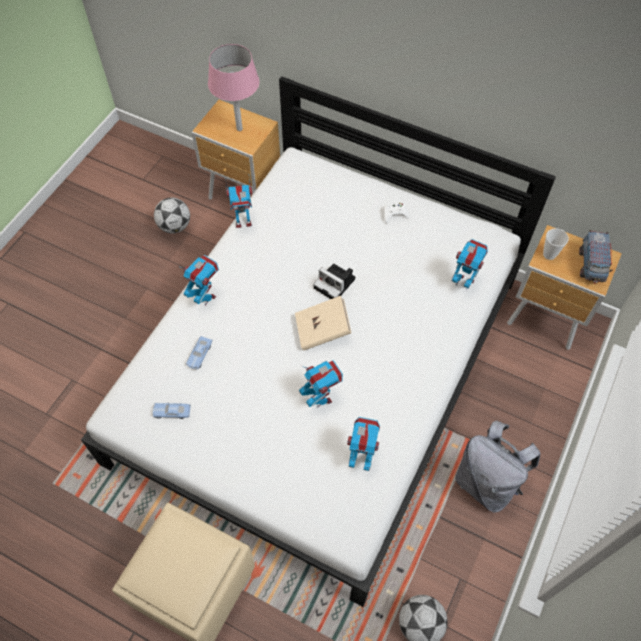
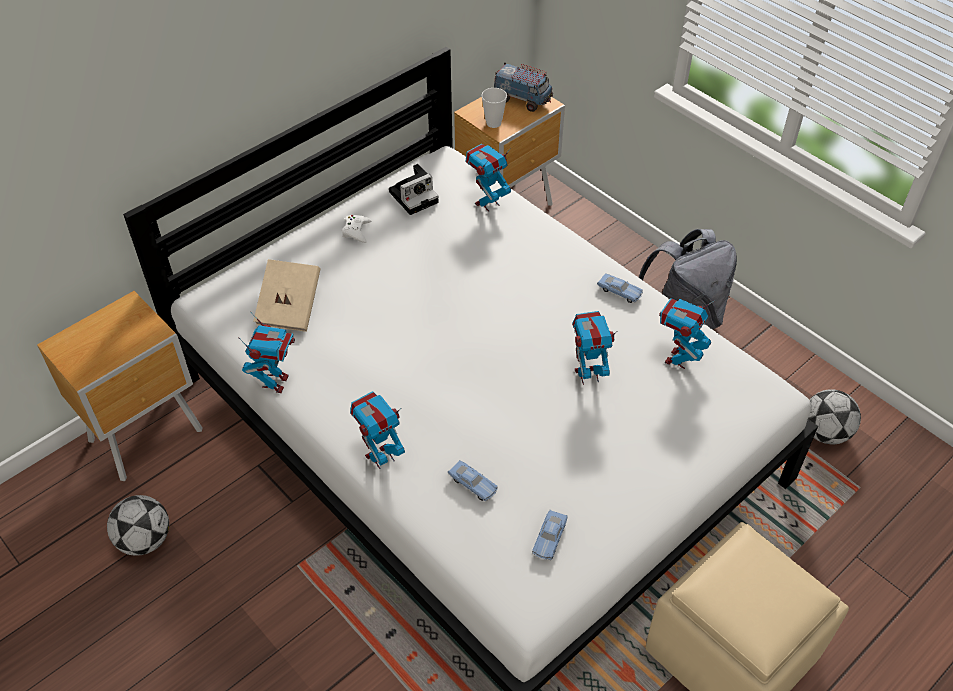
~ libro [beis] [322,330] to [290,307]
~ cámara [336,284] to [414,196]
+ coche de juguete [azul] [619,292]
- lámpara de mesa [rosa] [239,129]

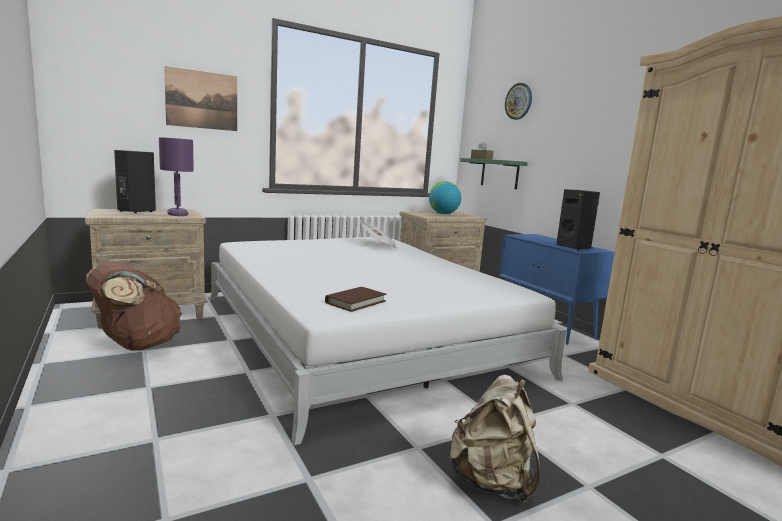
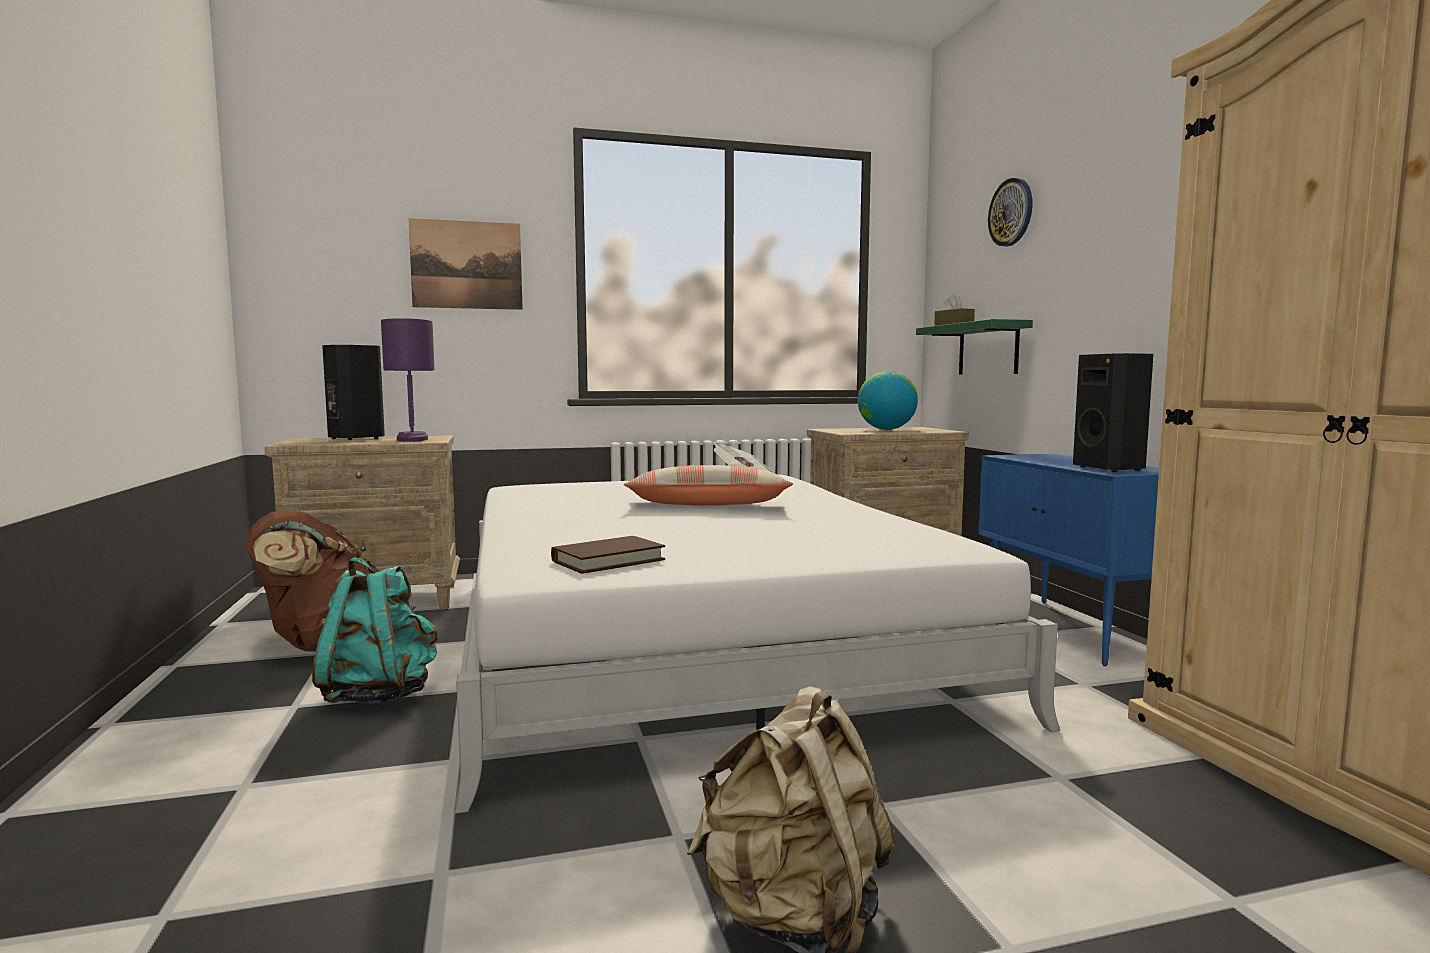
+ mochila [turquesa] [380,695]
+ cojín [708,505]

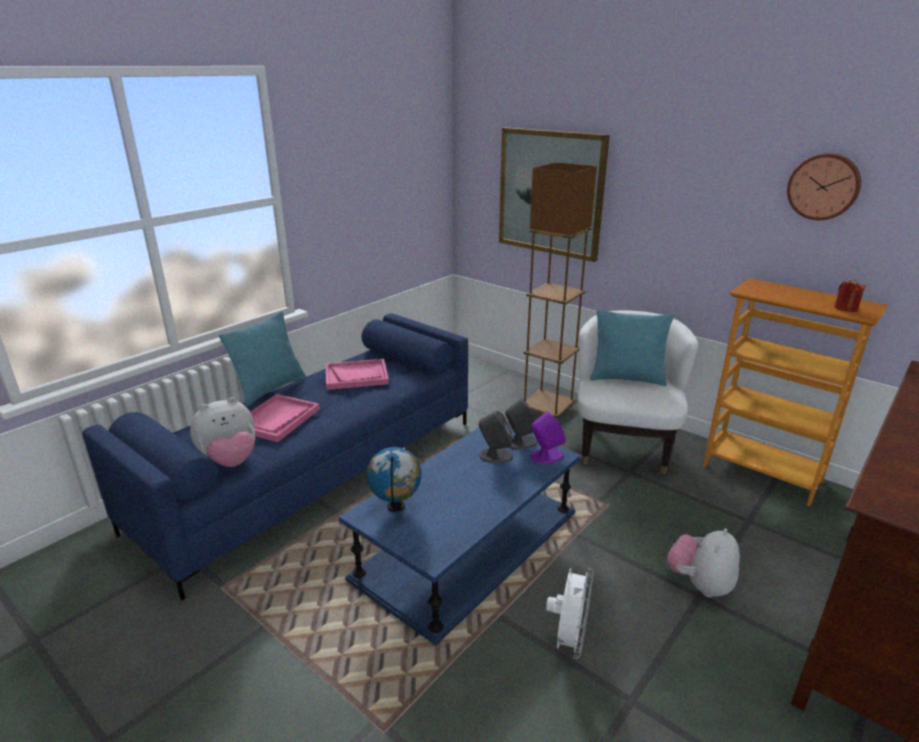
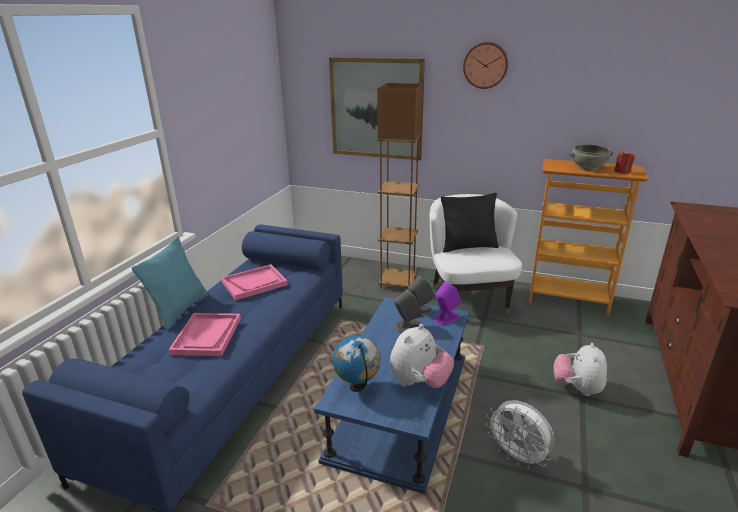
~ peluche [230,460] to [419,382]
~ cojín [turquesa] [627,378] to cojín [negro] [468,247]
~ reloj de pared [824,186] to [485,65]
~ ventilador [blanco] [568,640] = [517,456] 135 degrees clockwise
+ cuenco [gris] [588,168]

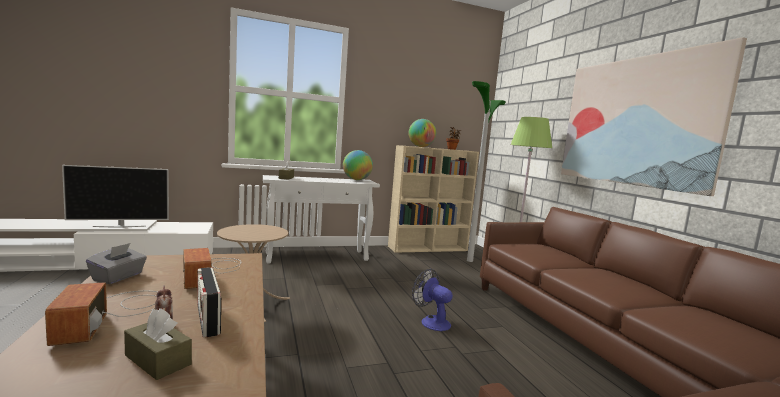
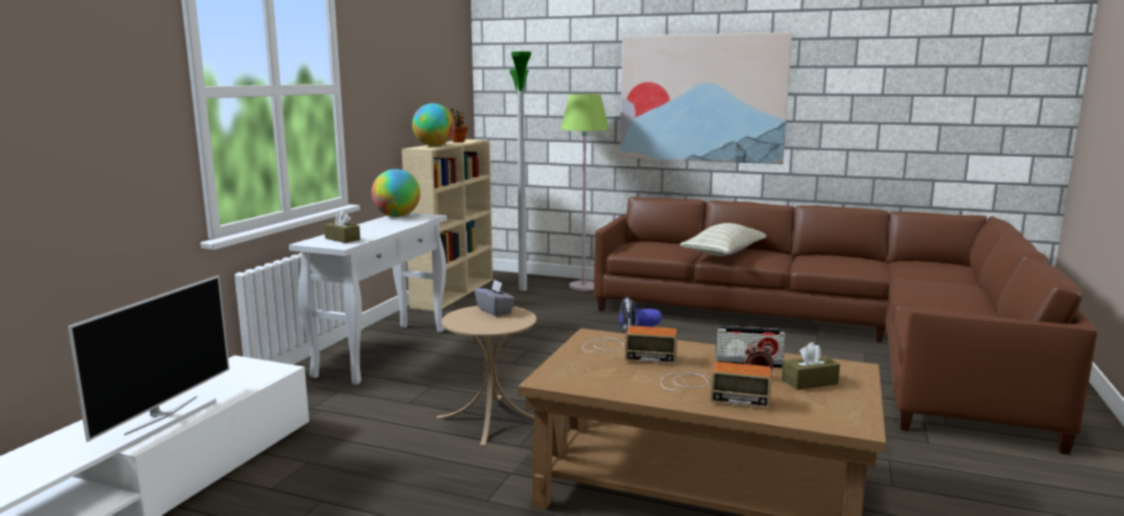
~ caja de pañuelos [gris] [118,277] to [495,311]
+ cojín [724,253]

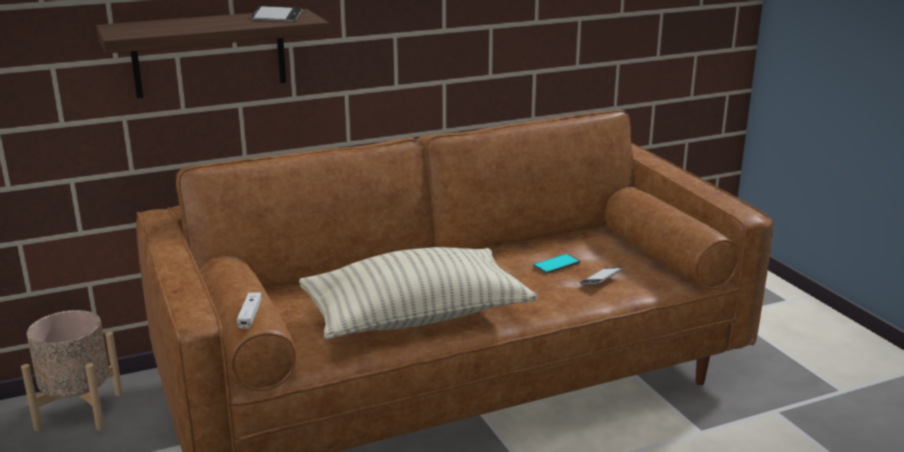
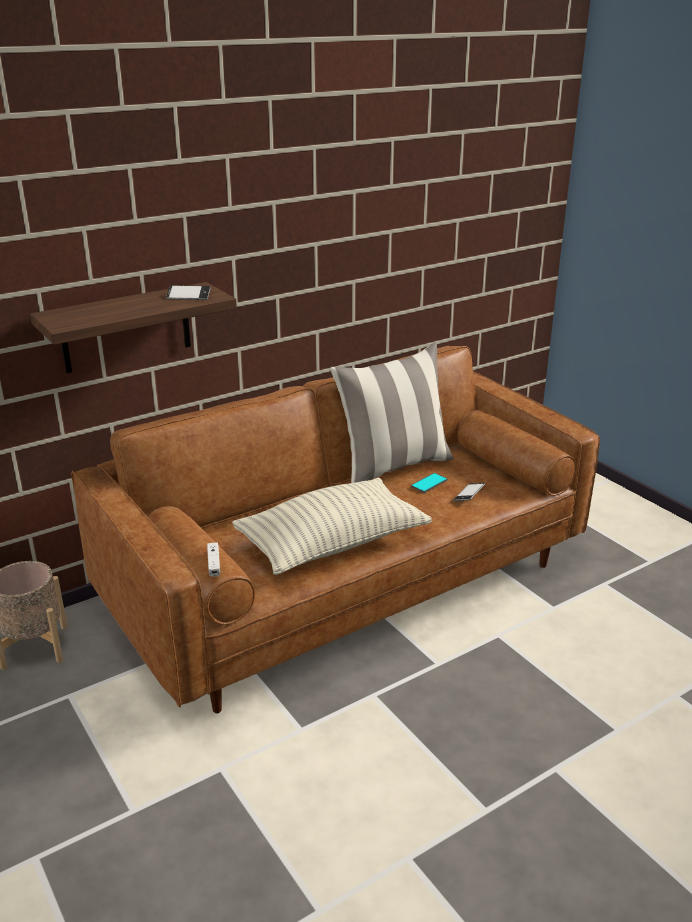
+ cojín [393,466]

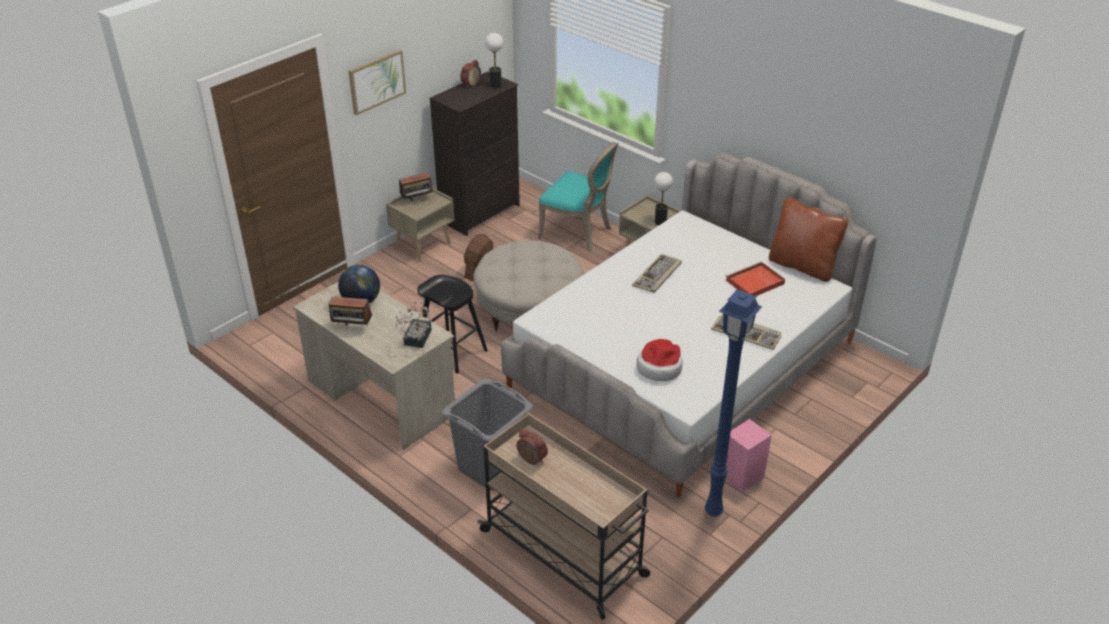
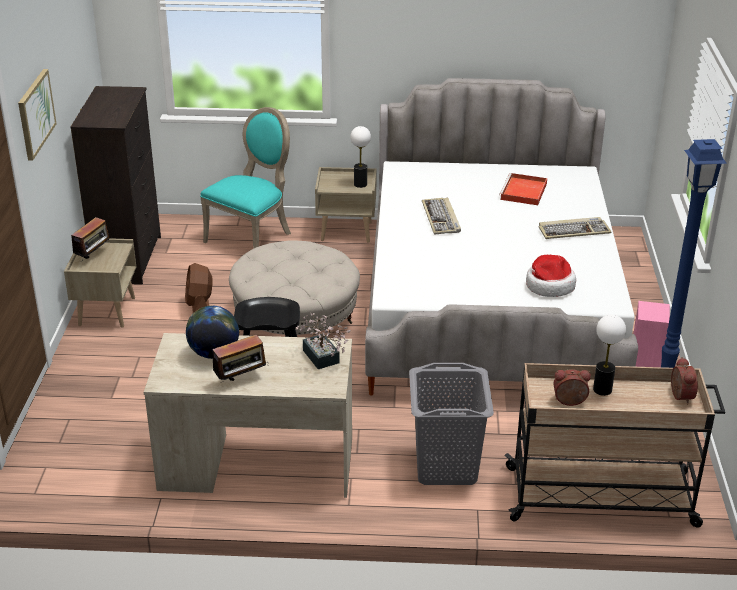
~ silla [turquesa] [578,233] = [252,237] 45 degrees counterclockwise
~ lámpara de mesa [495,85] to [602,390]
~ despertador [470,84] to [679,396]
- cojín [marrón] [802,266]

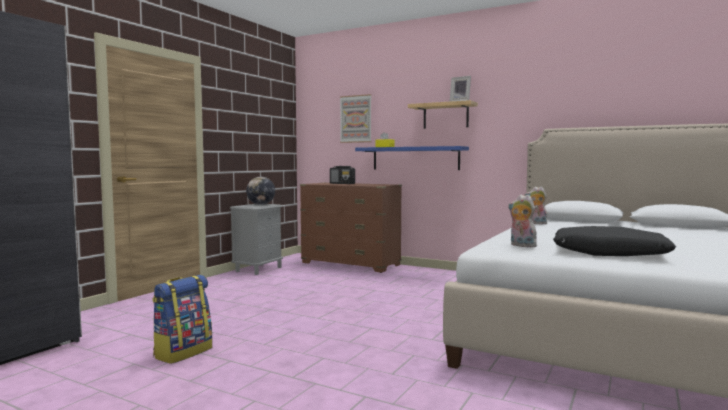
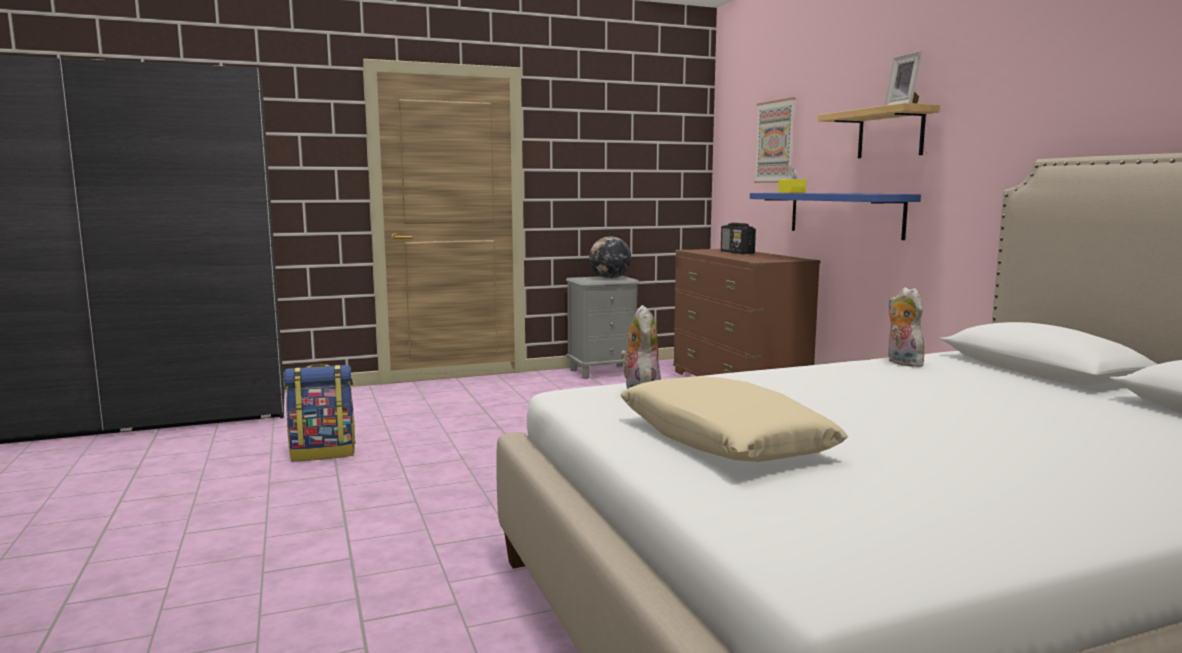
~ cojín [negro] [609,253] to cojín [beis] [723,440]

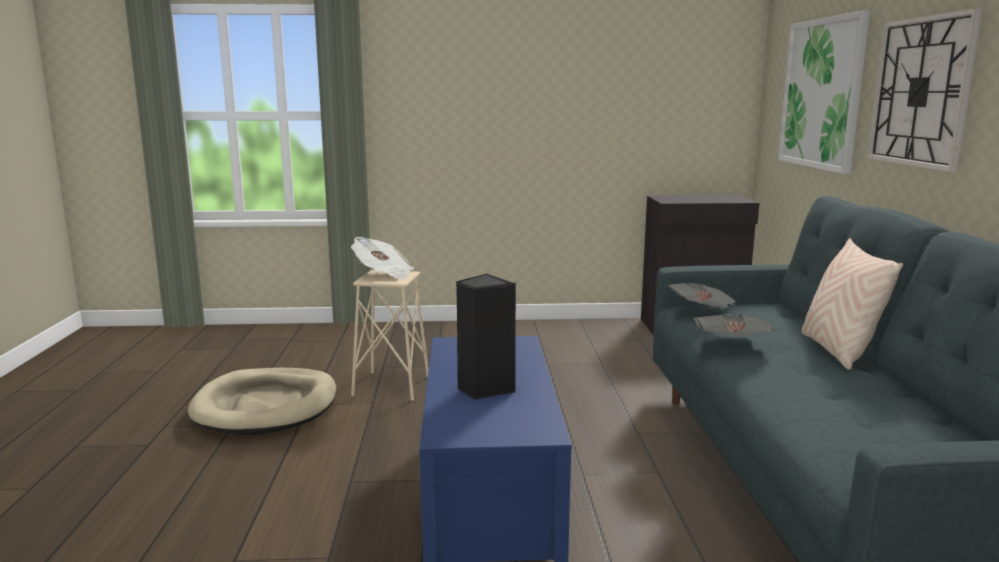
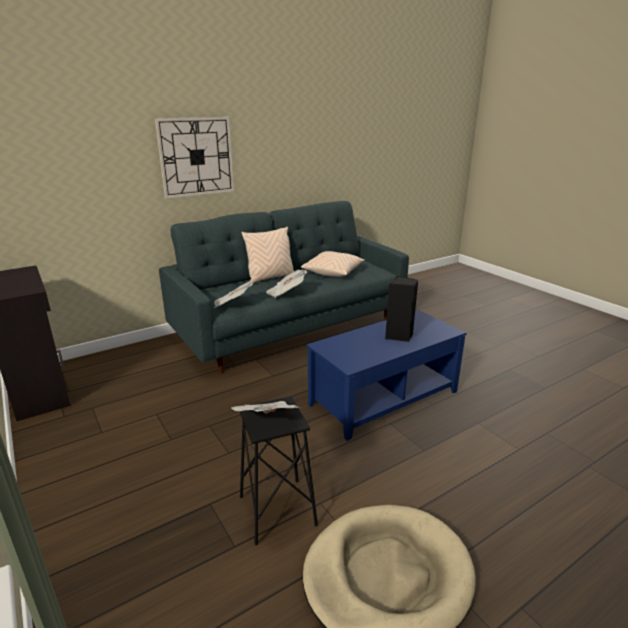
~ taburete [beis] [391,386] to taburete [negro] [278,510]
+ cojín [beis] [333,272]
- cuadro [822,94]

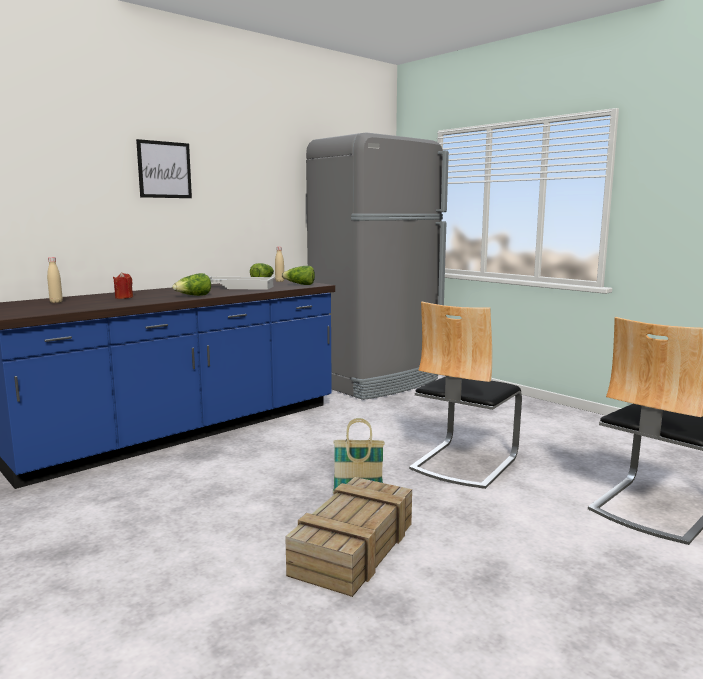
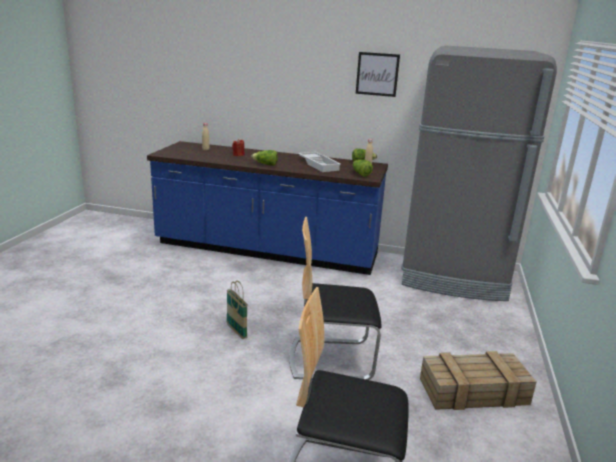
~ cuadro [164,170] to [377,74]
~ caja de embalaje [354,546] to [474,391]

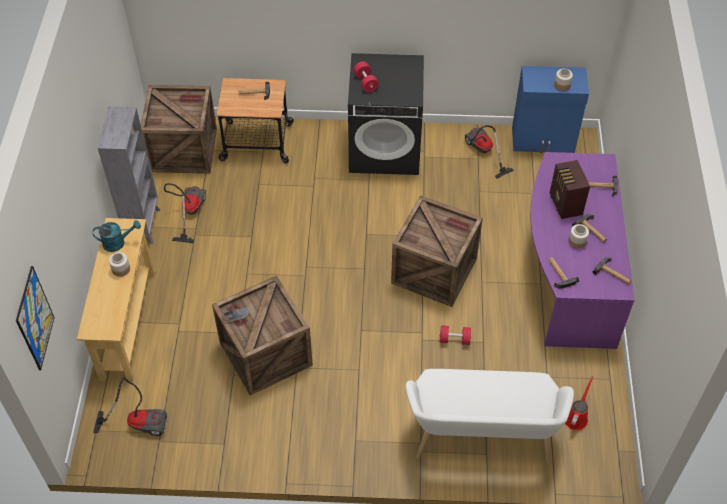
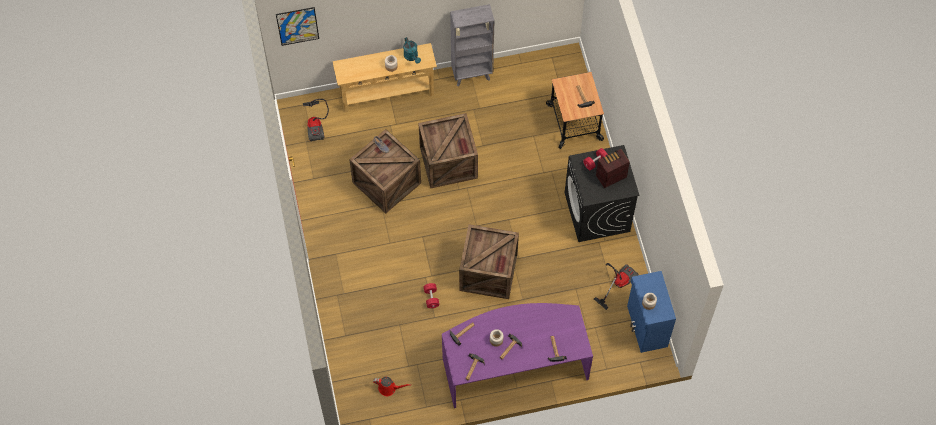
~ caja de embalaje [185,149] to [449,163]
~ radio [565,205] to [610,176]
- aspiradora [189,212]
- banco [blanco] [481,438]

